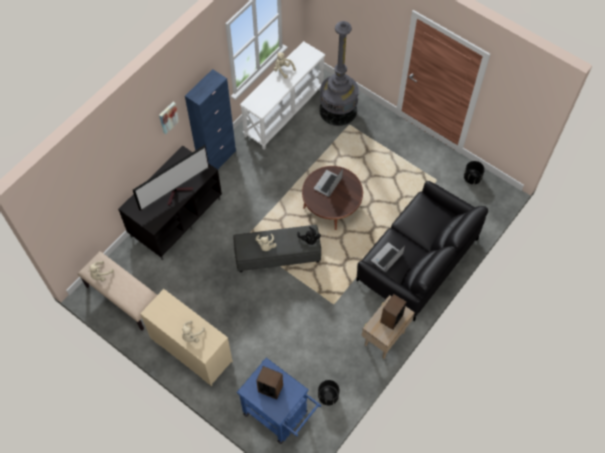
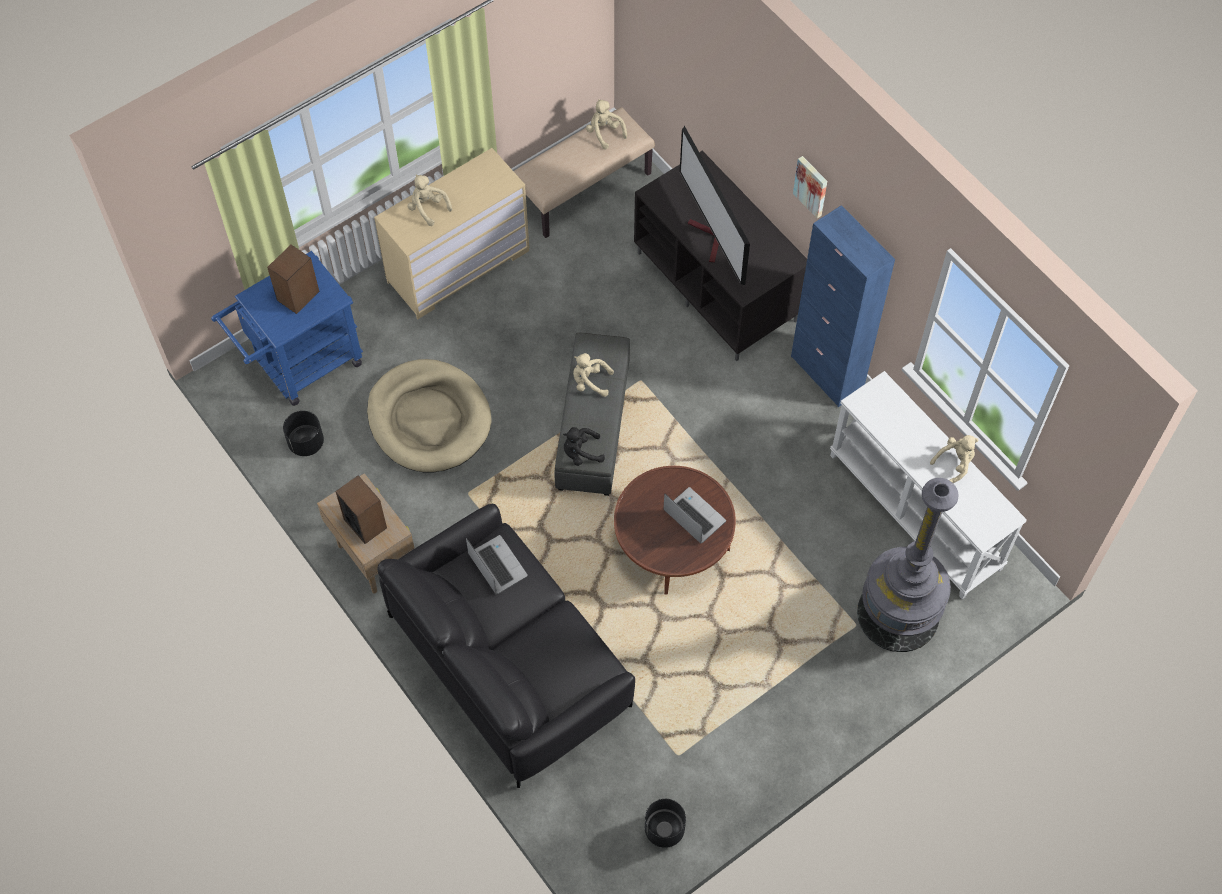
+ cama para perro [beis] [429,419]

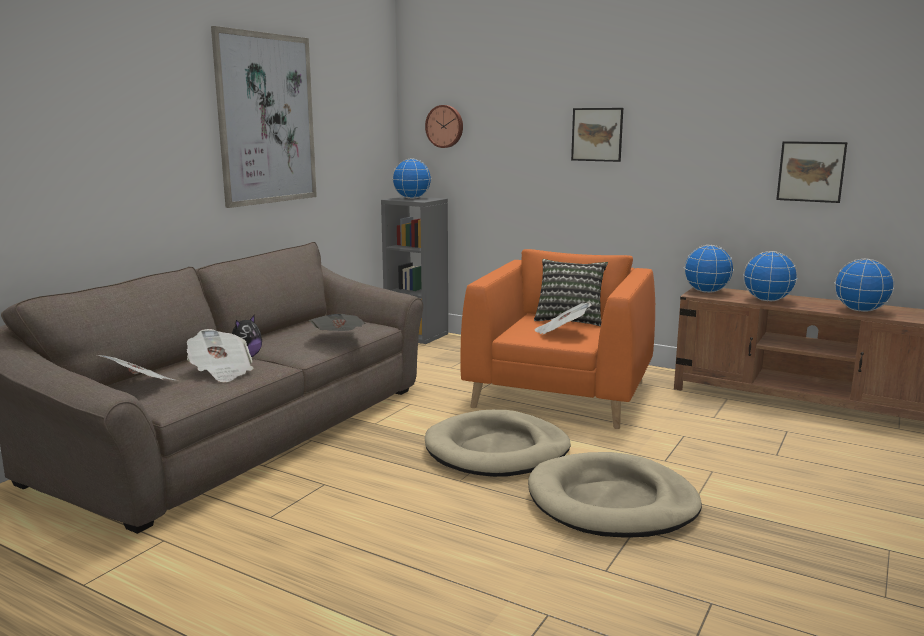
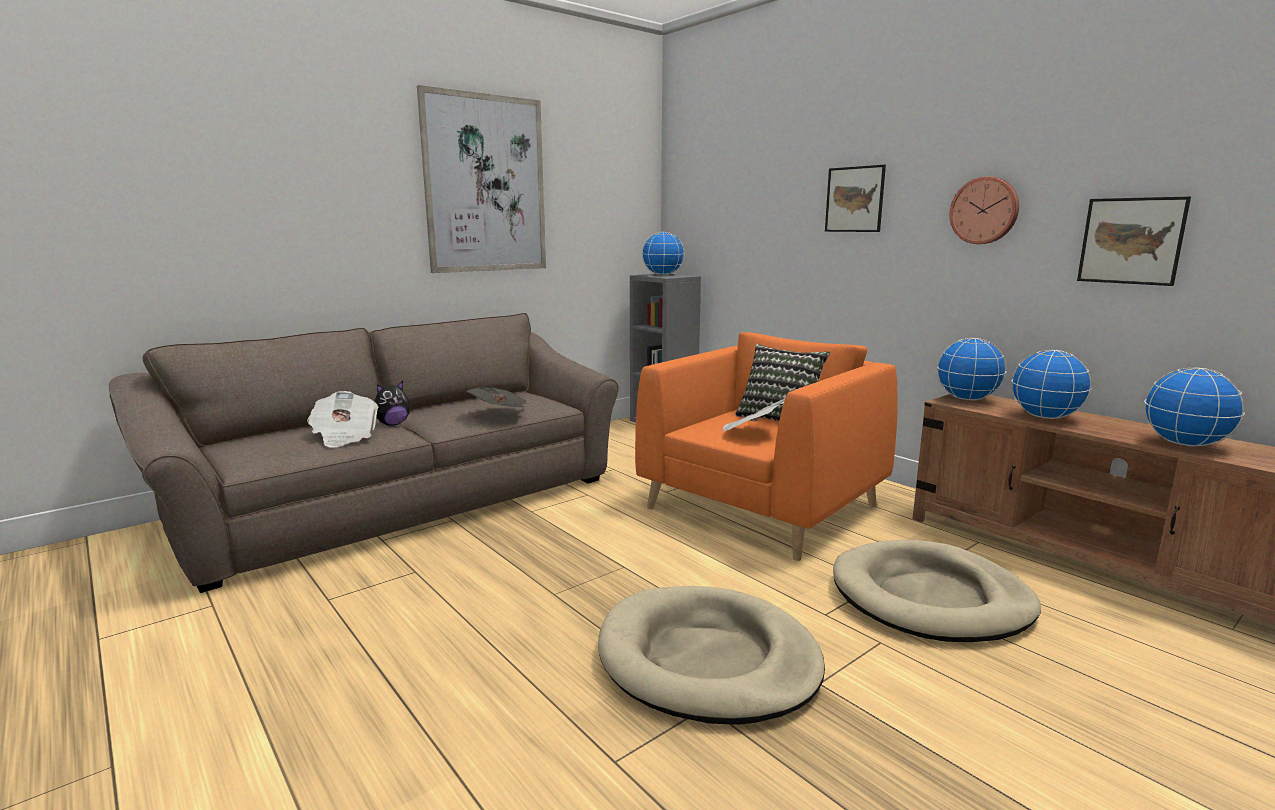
~ cama para perro [beis] [497,450] to [930,598]
~ reloj de pared [445,126] to [985,210]
- periódico [140,386]

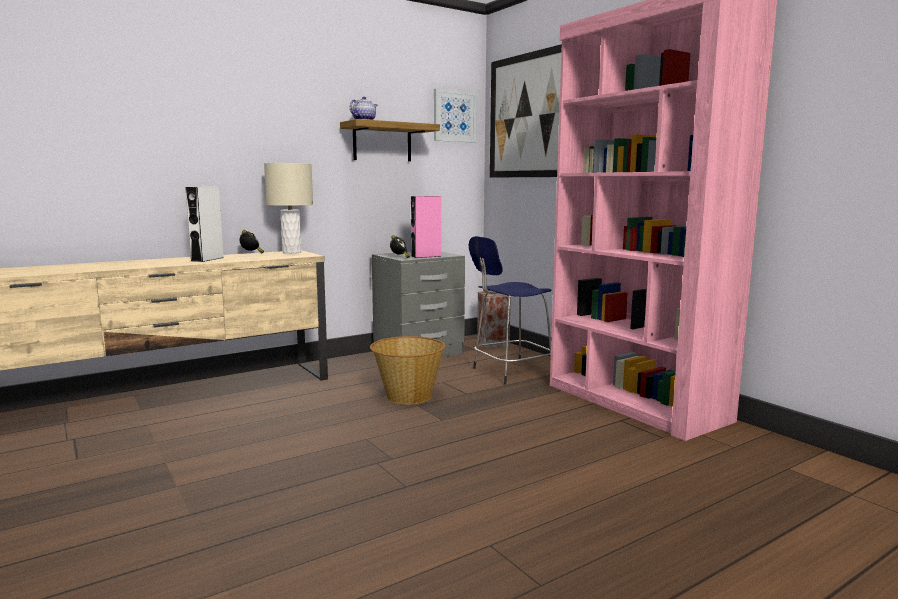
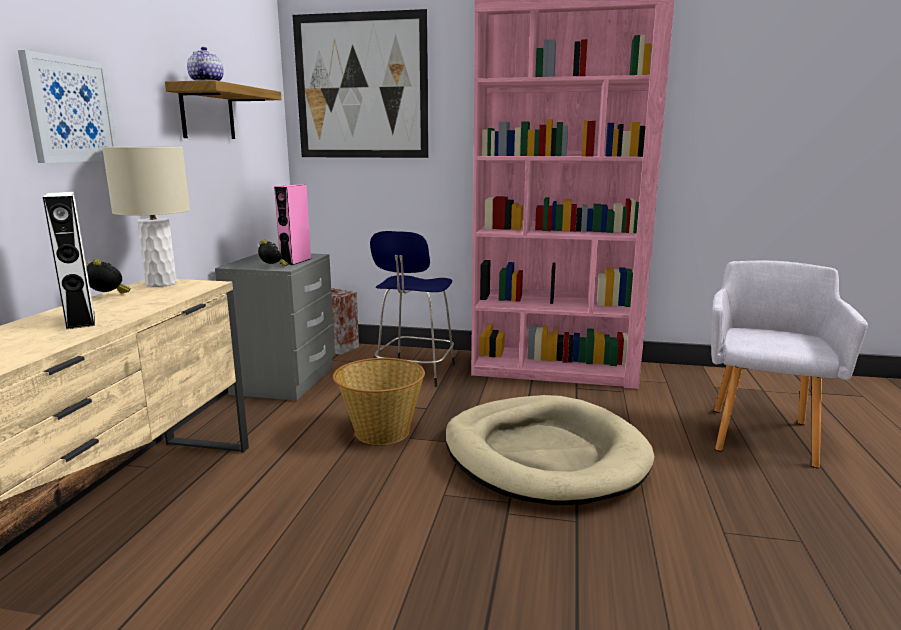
~ cuadro [454,116] to [70,110]
+ cama para perro [beis] [543,455]
+ sillón [gris] [762,433]

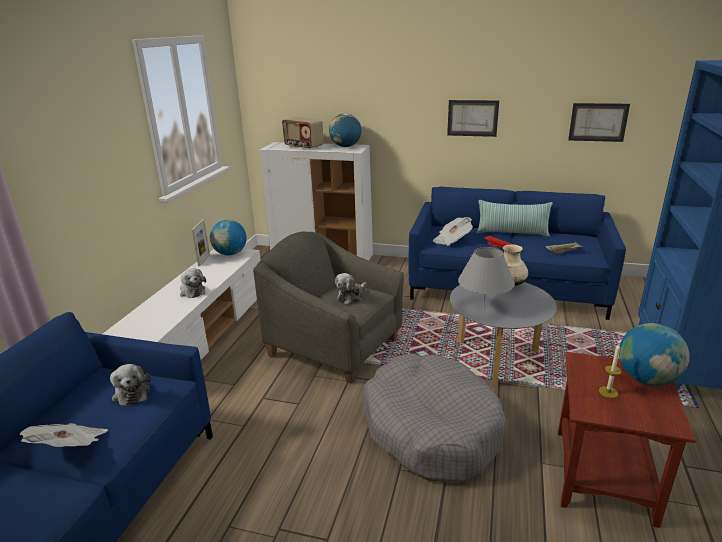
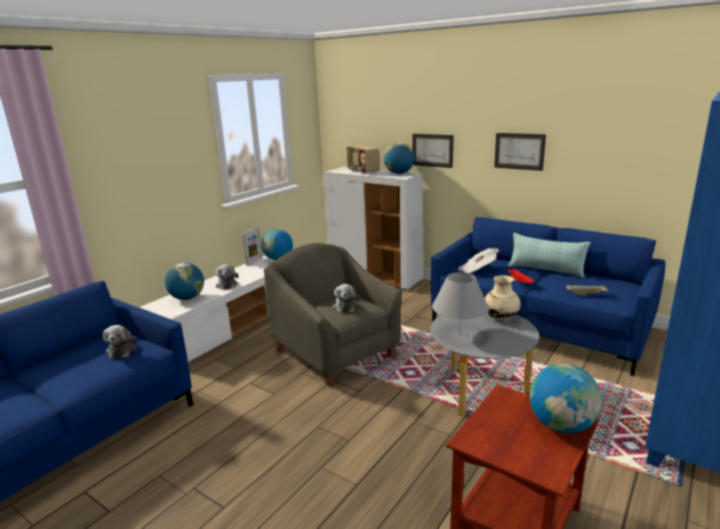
+ globo terráqueo [187,298]
~ peluche [351,296] = [345,306] 60 degrees counterclockwise
~ cuadro [598,122] to [432,150]
- periódico [71,448]
- cama para perro [gris] [430,428]
- vela [608,392]

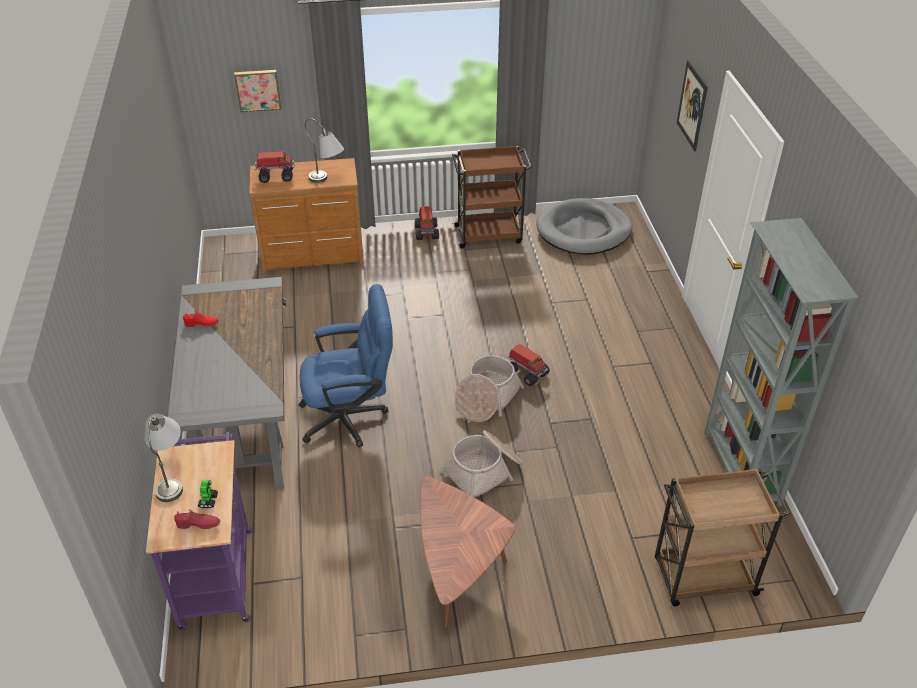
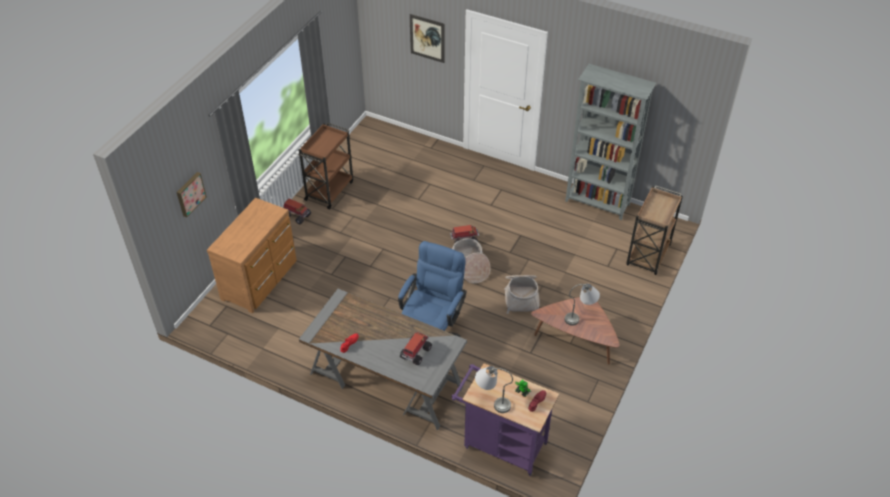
~ camión de juguete [275,176] to [415,353]
~ lámpara de mesa [gris] [328,181] to [580,316]
- cama para perro [gris] [583,231]

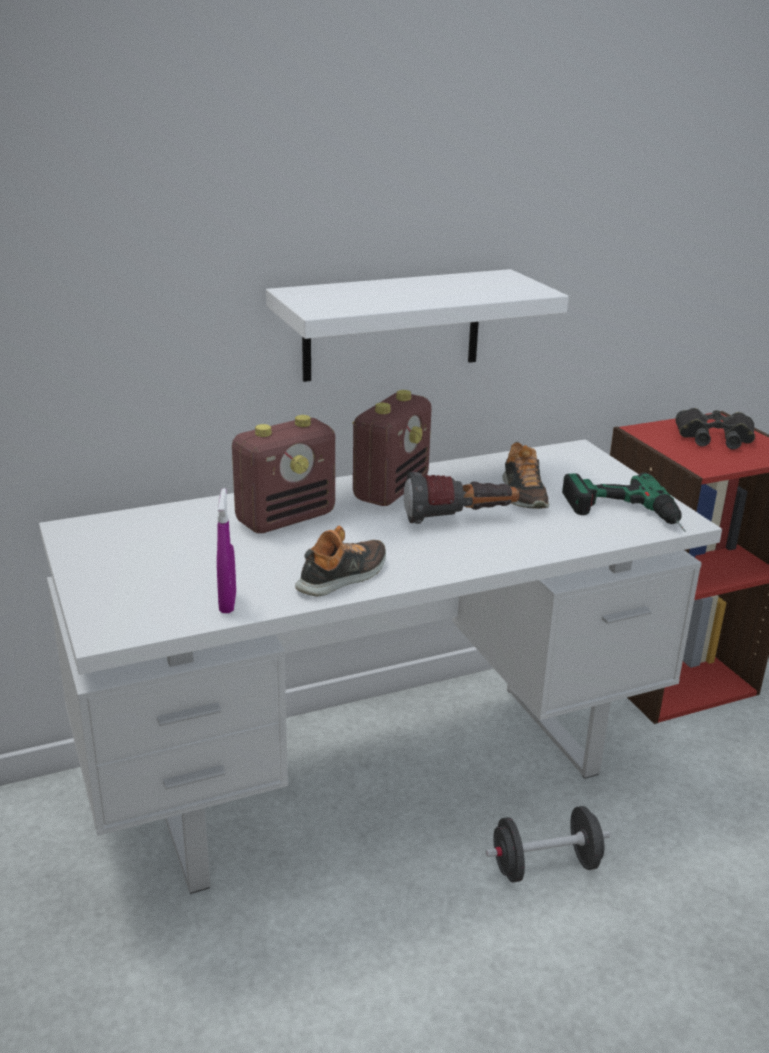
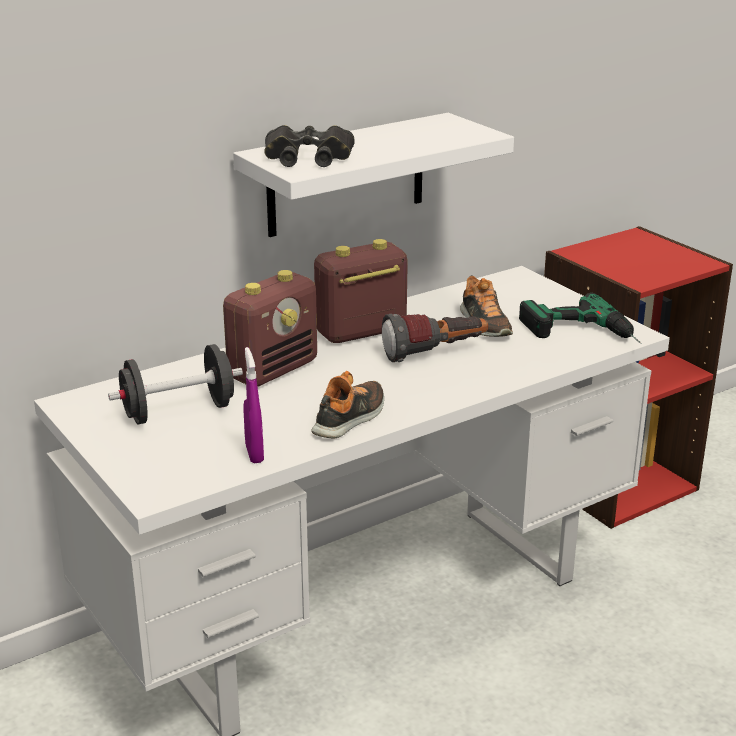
~ mancuerna [negro] [545,866] to [179,411]
~ prismáticos [negro] [714,437] to [308,157]
~ radio [391,489] = [360,332] 135 degrees counterclockwise

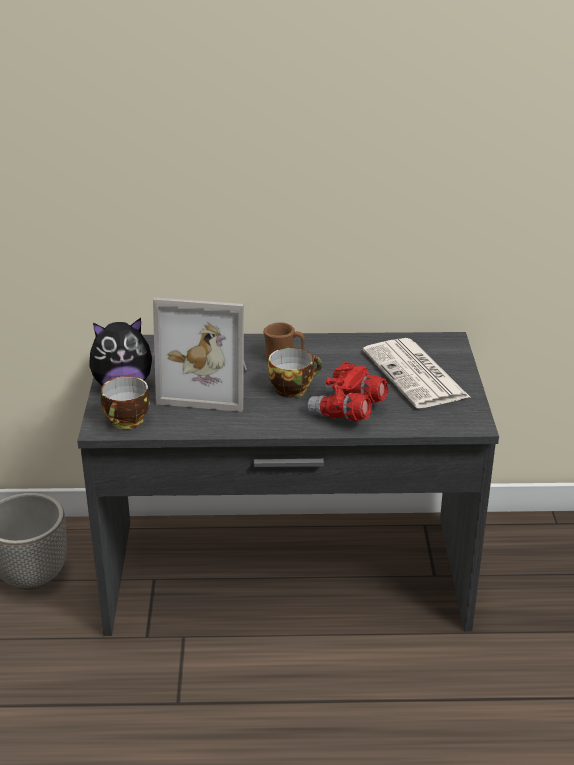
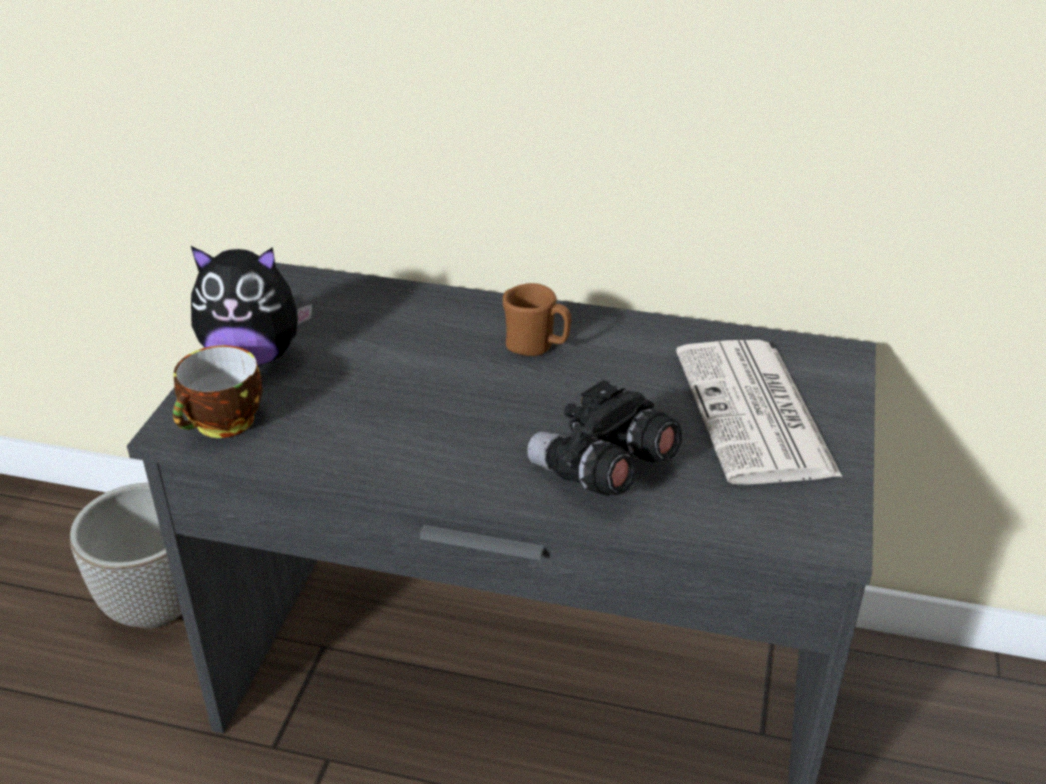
~ prismáticos [rojo] [347,412] to prismáticos [negro] [602,470]
- portarretratos [208,385]
- taza [292,388]

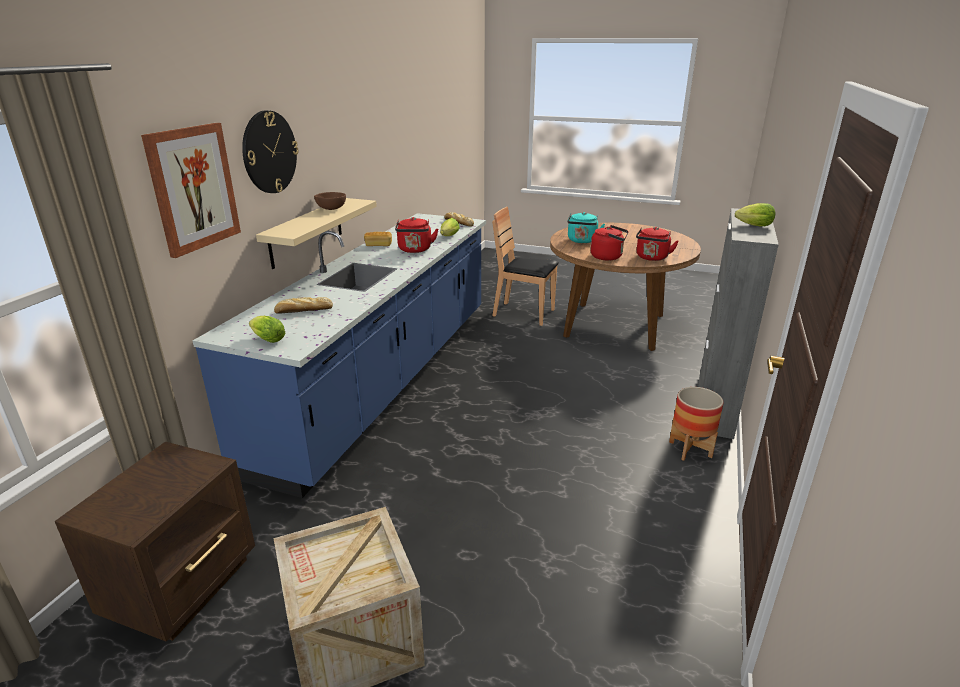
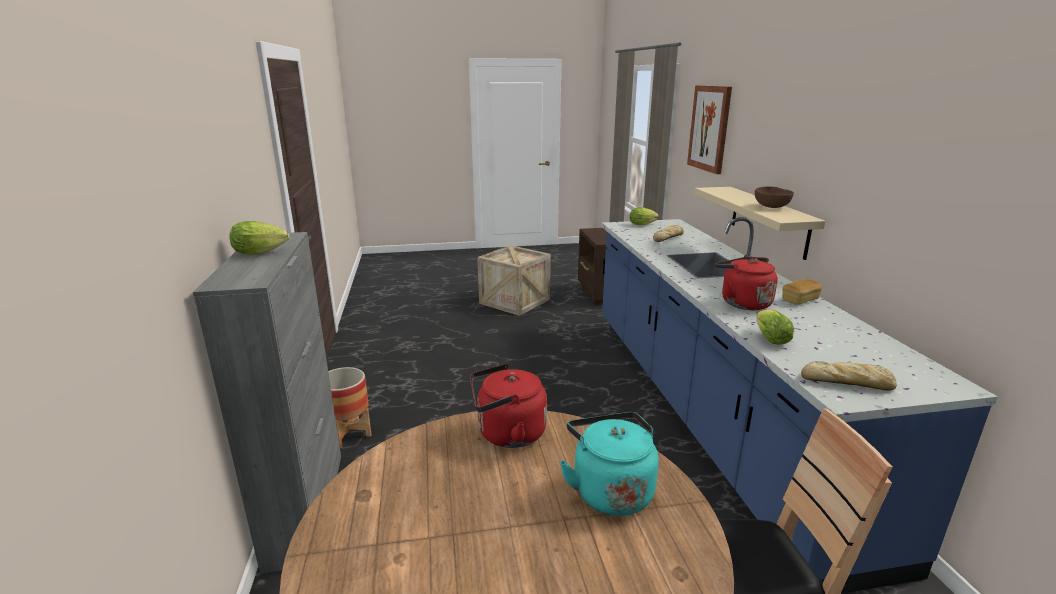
- reloj de pared [269,152]
- hervidor [rojo] [652,258]

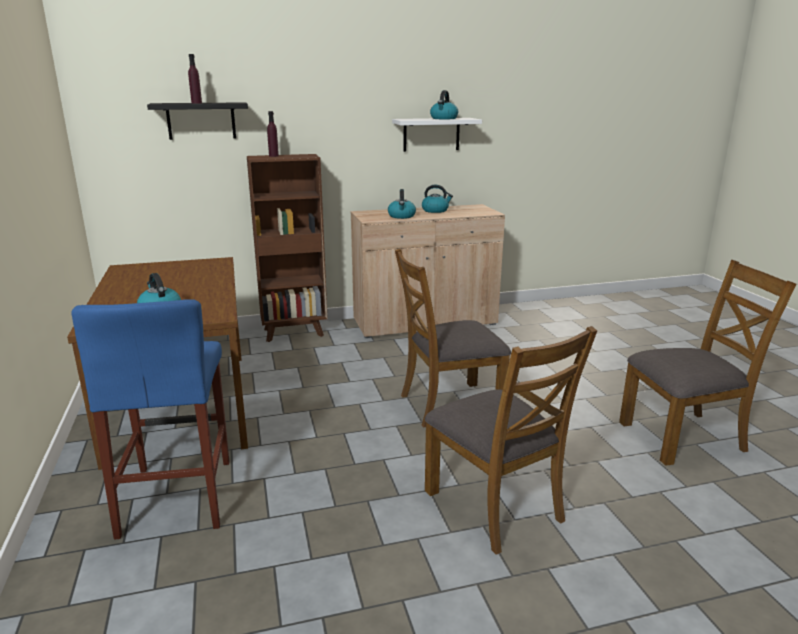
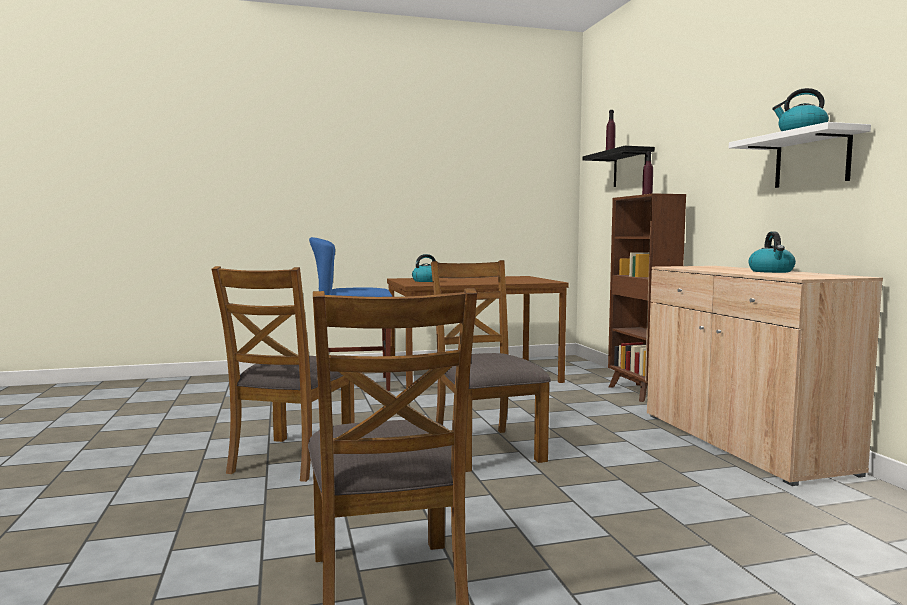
~ silla [marrón] [495,505] = [291,458] 45 degrees counterclockwise
- hervidor [402,216]

